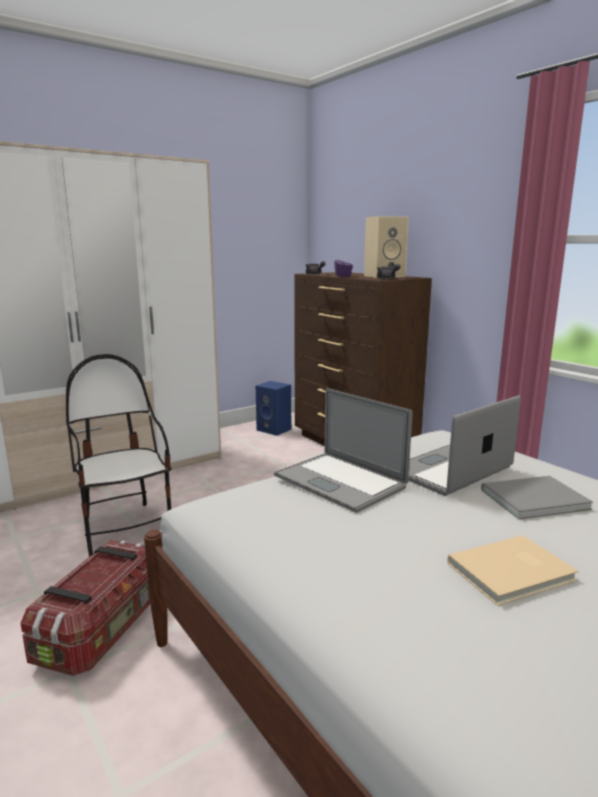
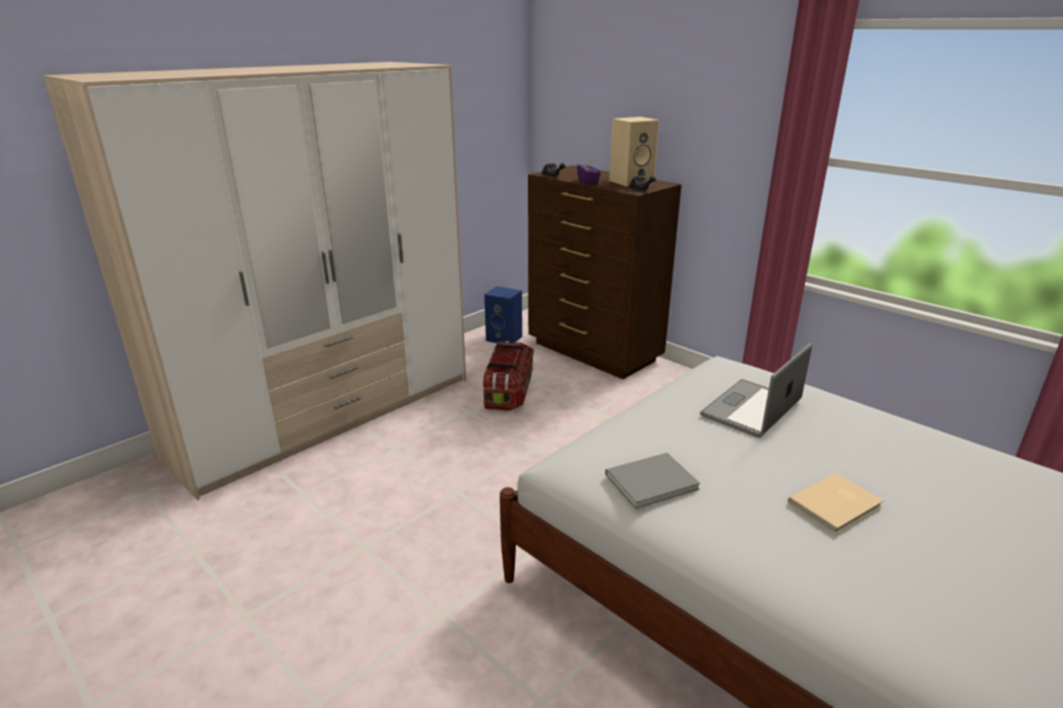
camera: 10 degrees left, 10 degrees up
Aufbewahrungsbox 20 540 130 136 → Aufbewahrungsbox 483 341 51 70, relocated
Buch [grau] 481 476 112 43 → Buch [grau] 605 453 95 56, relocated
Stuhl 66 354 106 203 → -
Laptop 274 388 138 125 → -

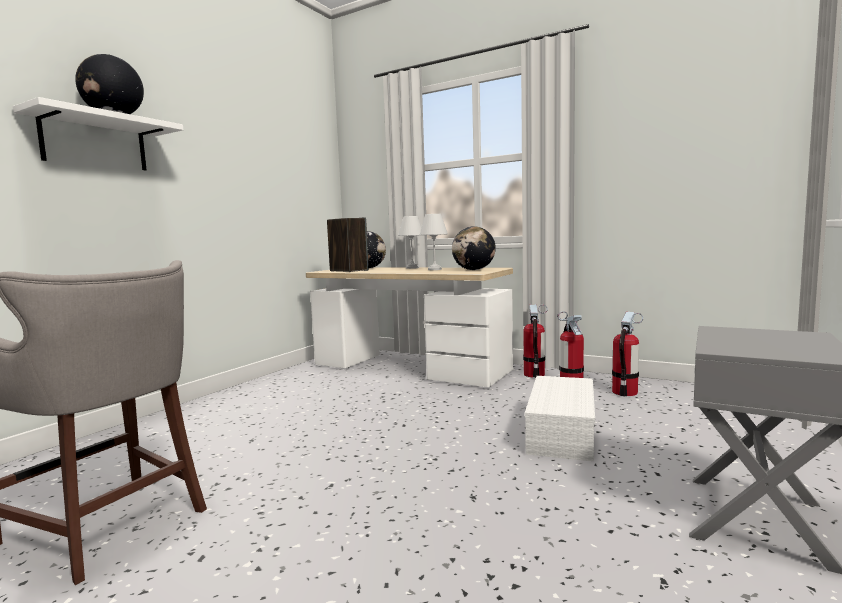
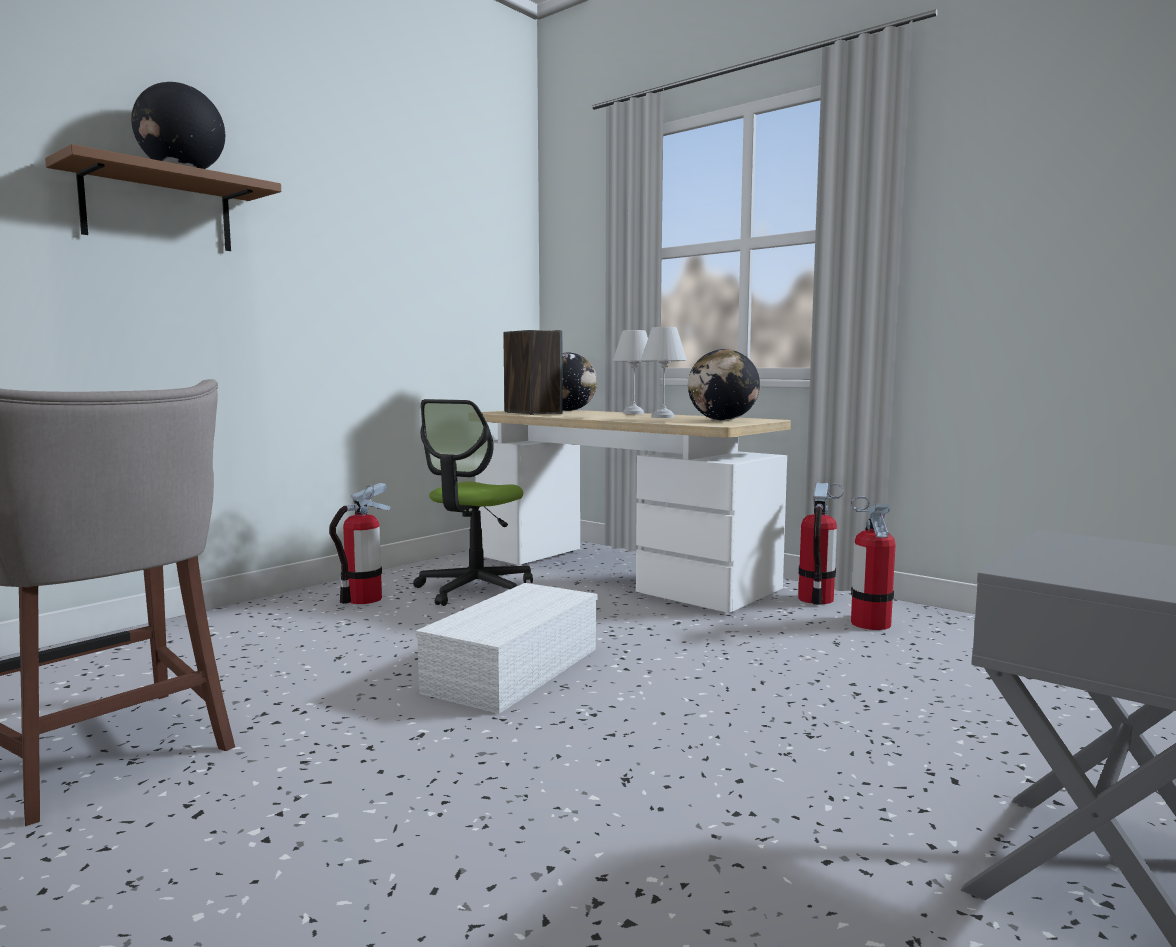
camera: 10 degrees right, 0 degrees up
Wandregal [weiß] 13 97 171 74 → Wandregal [braun] 45 144 236 107
Feuerlöscher 612 312 31 85 → Feuerlöscher 329 483 61 121, relocated
- → Bürostuhl 413 399 120 207
Aufbewahrungsbox [weiß] 525 376 70 85 → Aufbewahrungsbox [weiß] 416 583 182 131, relocated

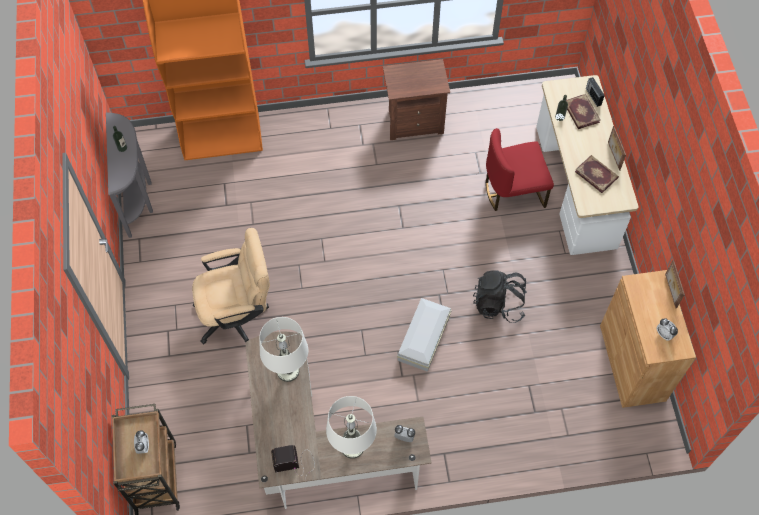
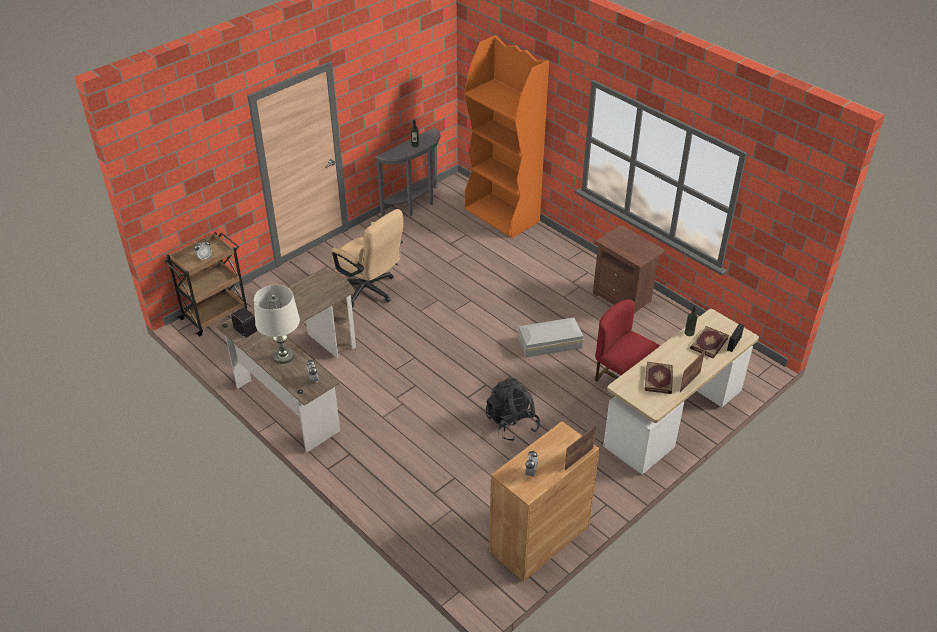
camera: 55 degrees right, 20 degrees down
Aufbewahrungsbox [weiß] 397 298 55 74 → Aufbewahrungsbox [weiß] 518 317 66 41, relocated
Tischlampe [weiß] 259 317 49 65 → -

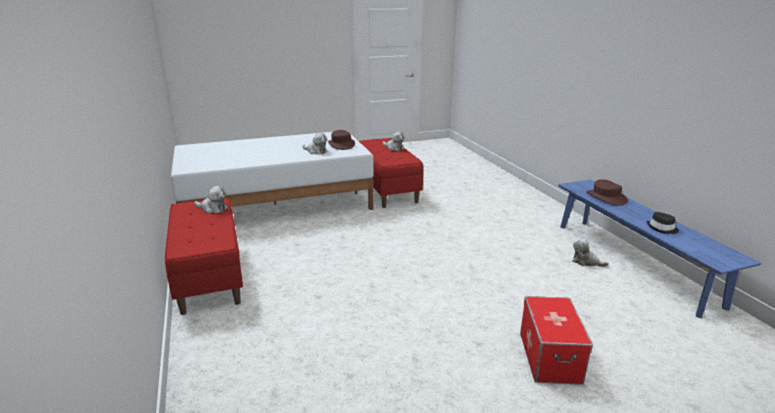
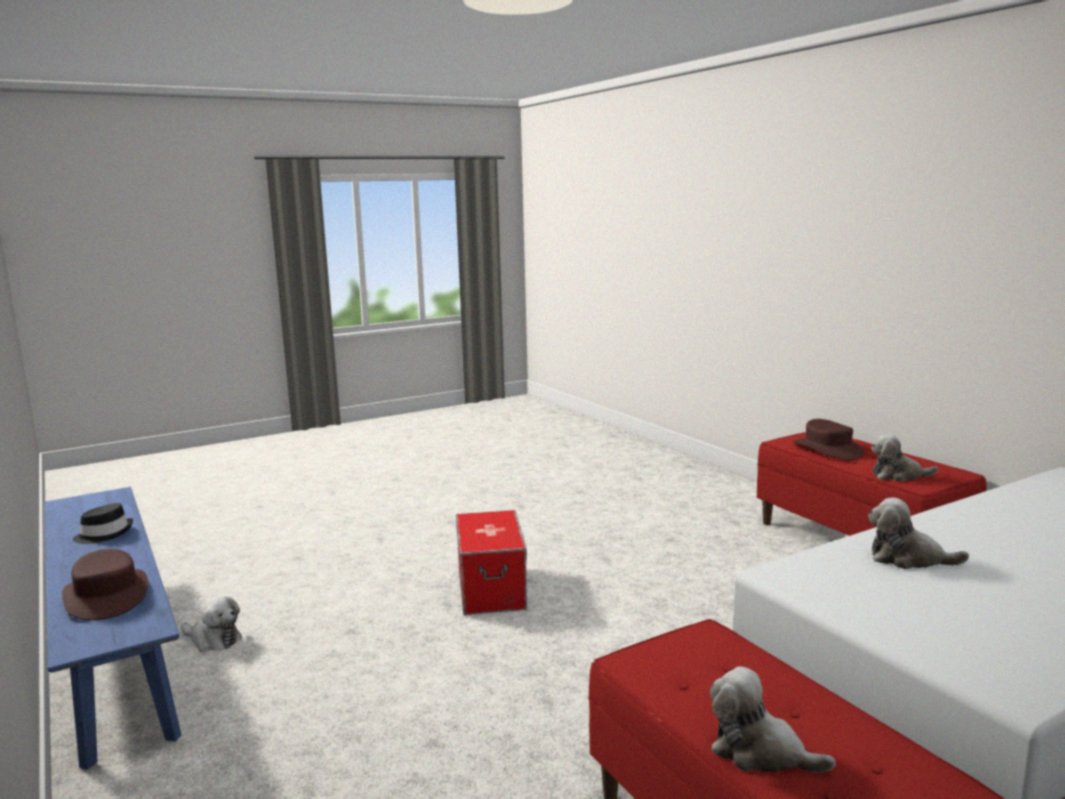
camera: 170 degrees right, 10 degrees down
Aufbewahrungsbox 520 296 73 89 → Aufbewahrungsbox 456 510 71 105, relocated
Hut [braun] 328 130 27 20 → Hut [braun] 793 419 71 41, relocated

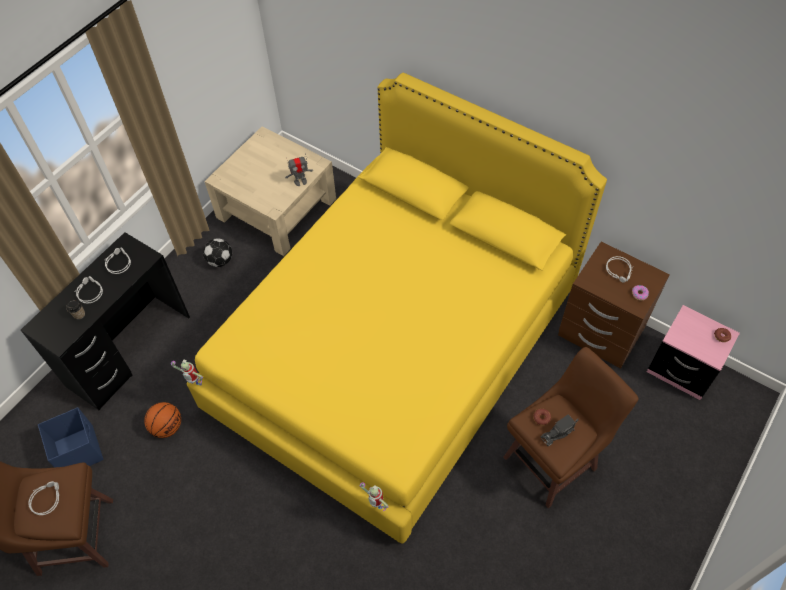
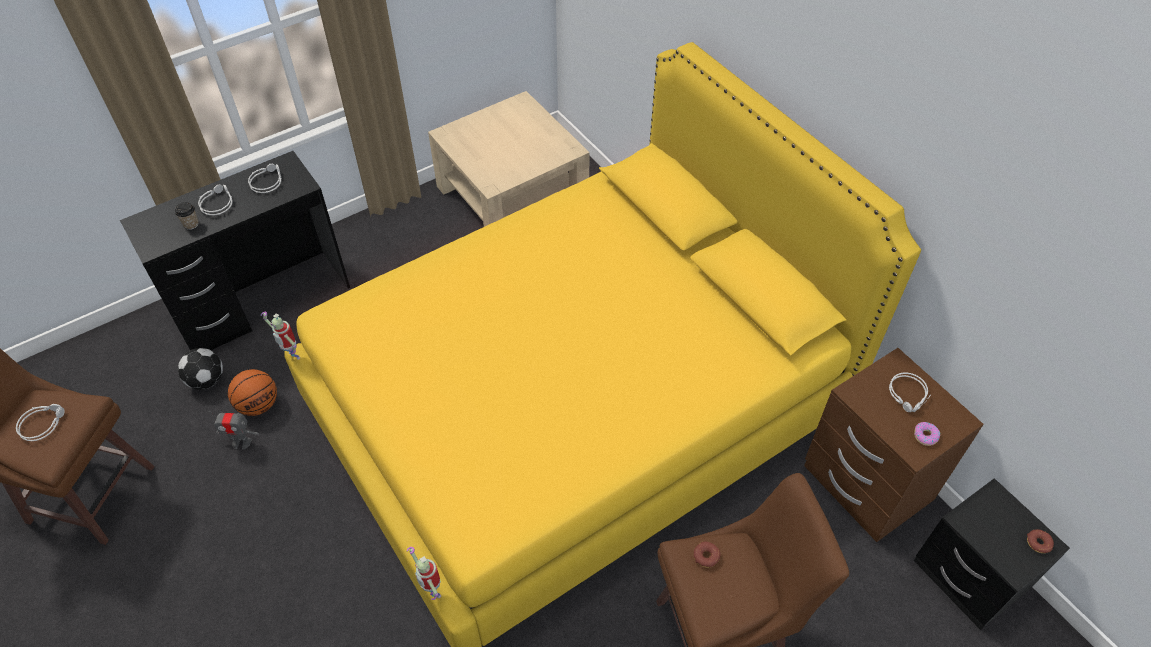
camera: 20 degrees right, 5 degrees down
Fußball 203 238 29 29 → Fußball 178 348 45 42, relocated
Spielzeugroboter 285 153 28 33 → Spielzeugroboter 209 411 50 38, relocated
Nachttisch [rosa] 647 305 93 95 → Nachttisch [schwarz] 914 478 156 152
Aufbewahrungsbox [blau] 38 407 66 60 → -
Spielzeuglaster 540 414 39 32 → -

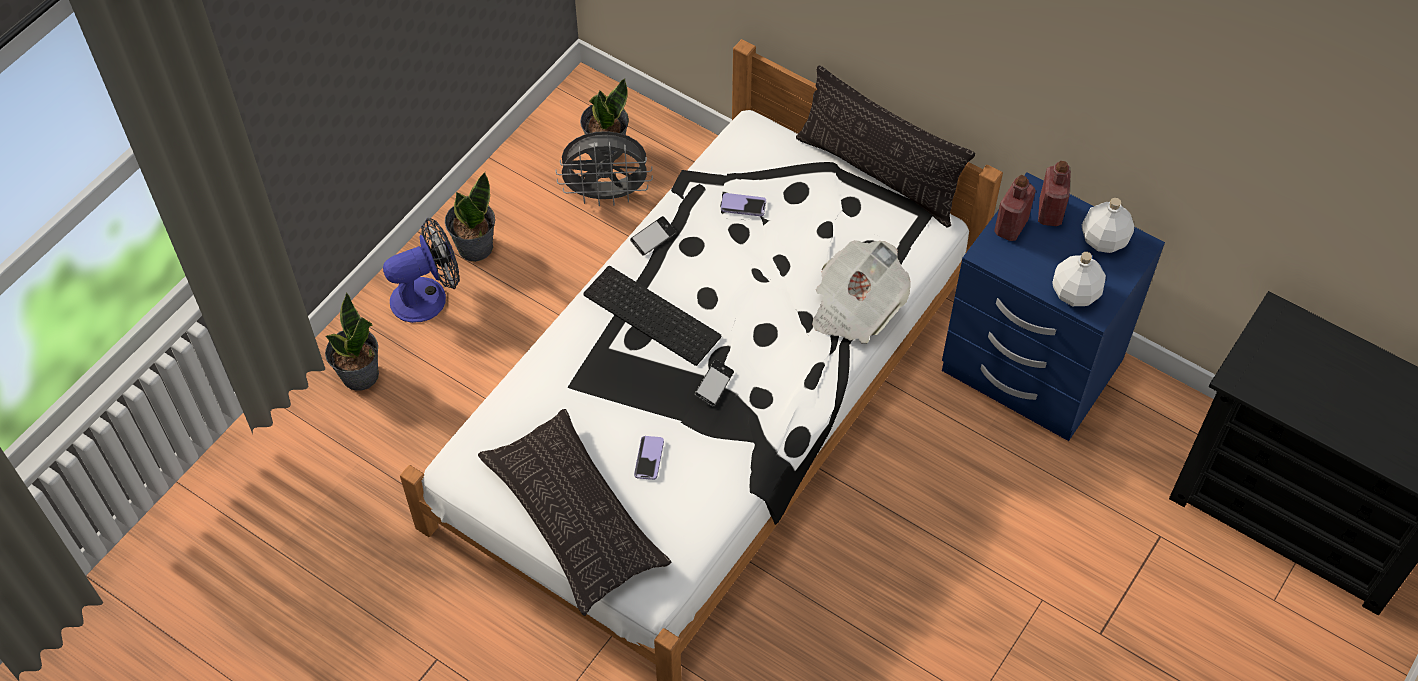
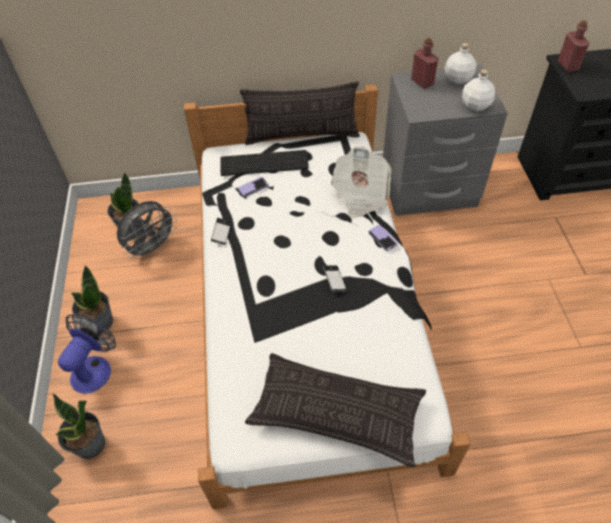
camera: 40 degrees left, 5 degrees down
Tastatur 583 266 138 100 → Tastatur 220 150 89 26, relocated
Handy 634 436 30 44 → Handy 369 225 29 26, relocated
Nachttisch [blau] 942 172 223 269 → Nachttisch [grau] 383 65 125 151
Flasche [rot] 994 175 42 66 → Flasche [rot] 558 21 32 51, relocated

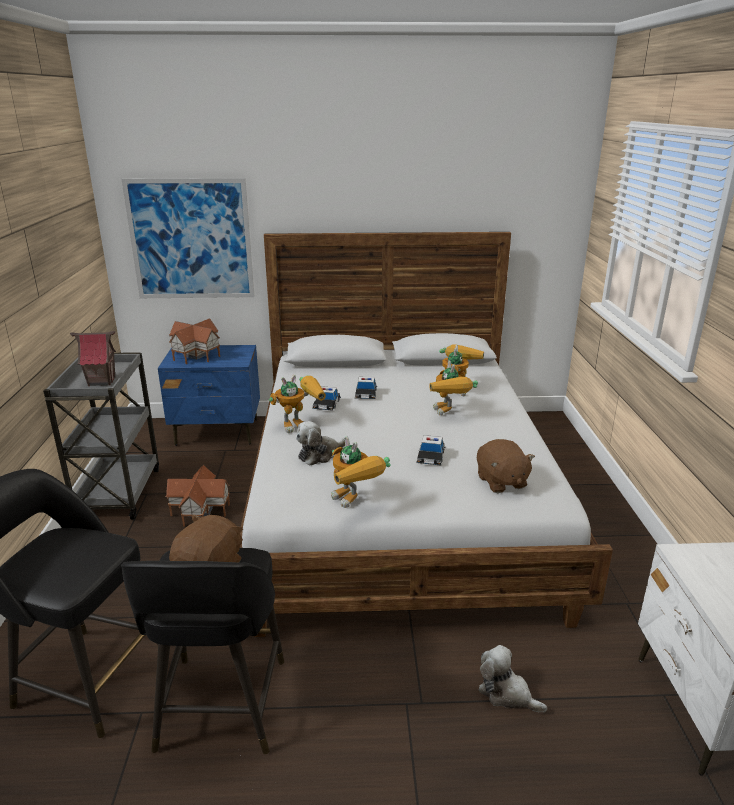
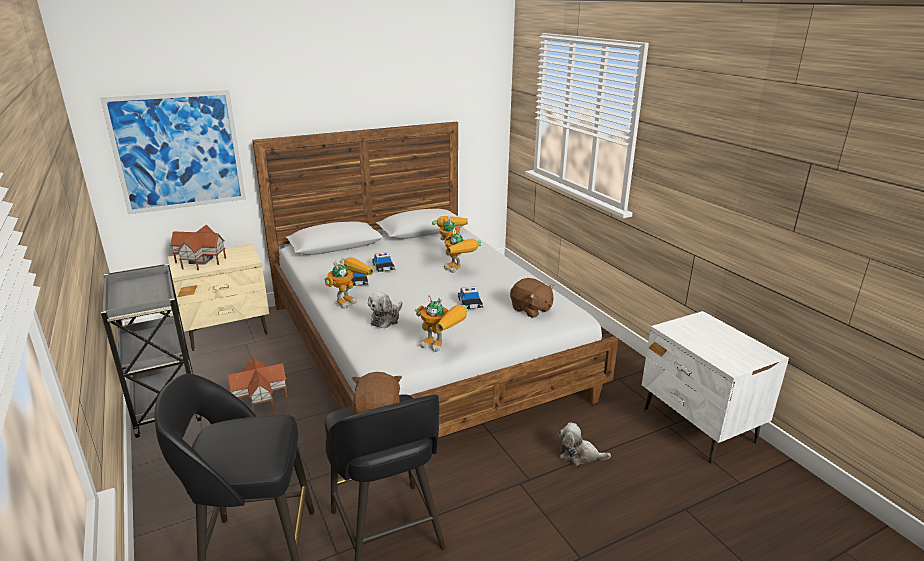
camera: 25 degrees left, 0 degrees up
Nachttisch [blau] 158 345 102 101 → Nachttisch [beige] 168 243 101 108
Spielzeughaus 70 331 46 55 → -

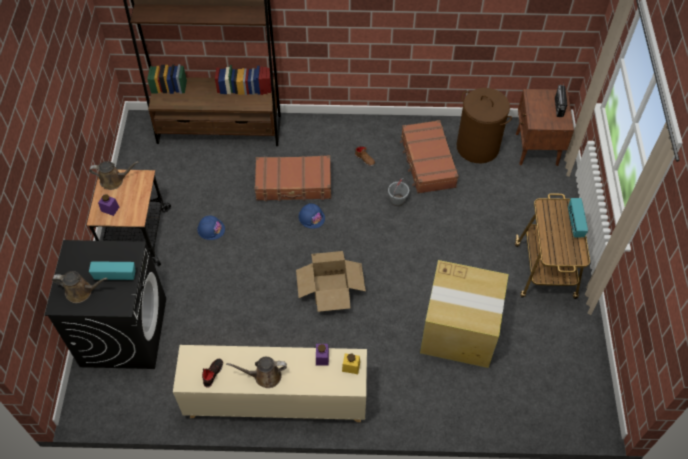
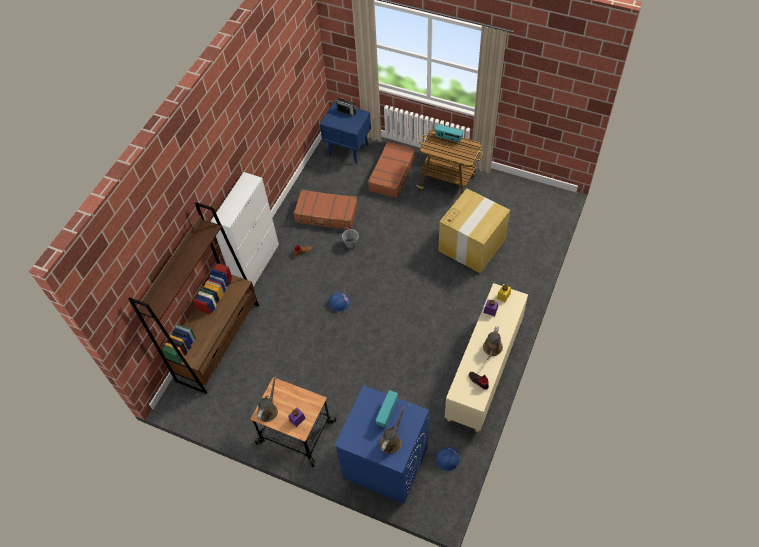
camera: 65 degrees left, 0 degrees up
- → Schrank [weiß] 211 172 68 115
Nachttisch [braun] 516 89 58 77 → Nachttisch [blau] 320 102 51 62
Waschmaschine [schwarz] 45 240 121 129 → Waschmaschine [blau] 334 385 95 118
Koffer [braun] 255 155 76 46 → Koffer [braun] 368 142 48 56, relocated
Schutzhelm [blau] 197 216 28 24 → Schutzhelm [blau] 436 447 24 24, relocated
Karton 296 251 70 61 → -
Wäschekorb [braun] 457 88 55 75 → -

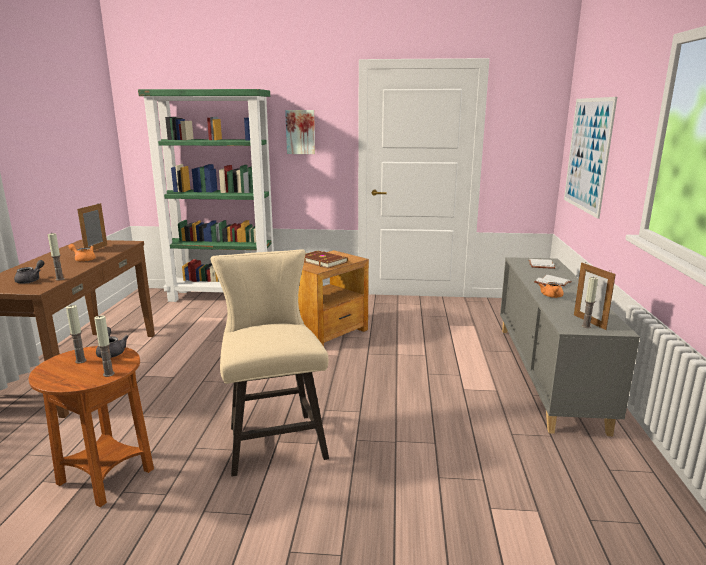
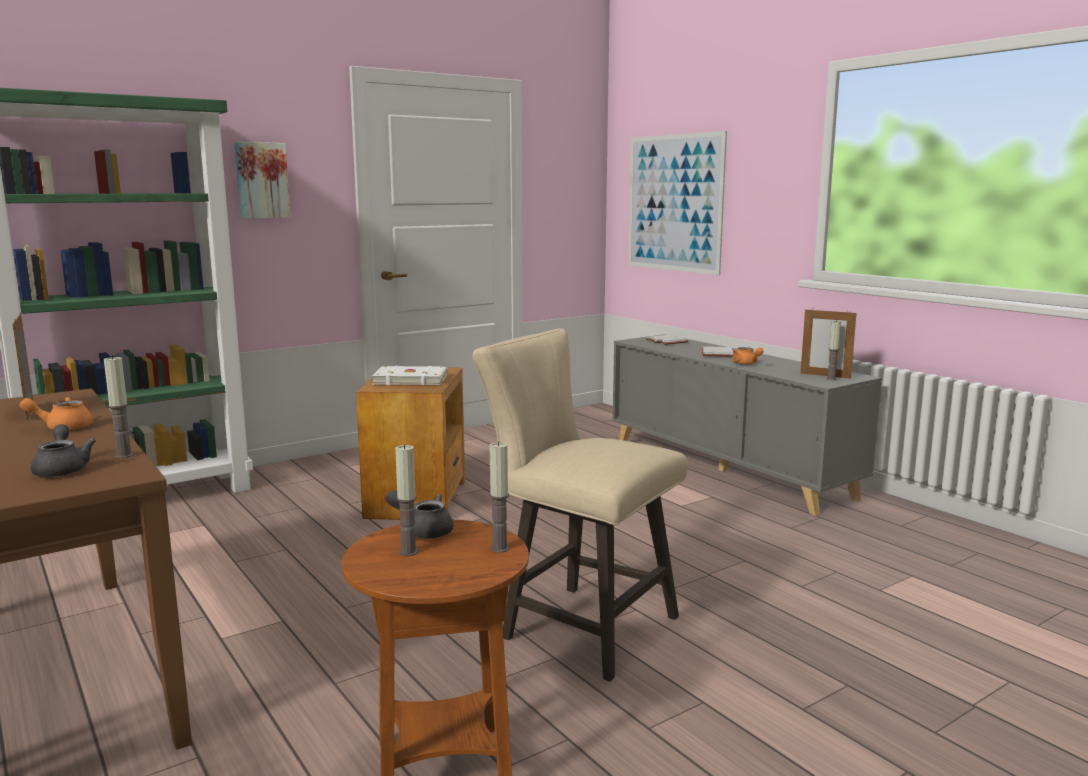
camera: 40 degrees left, 5 degrees down
Buch [braun] 304 251 44 17 → Buch [weiß] 372 366 75 19

